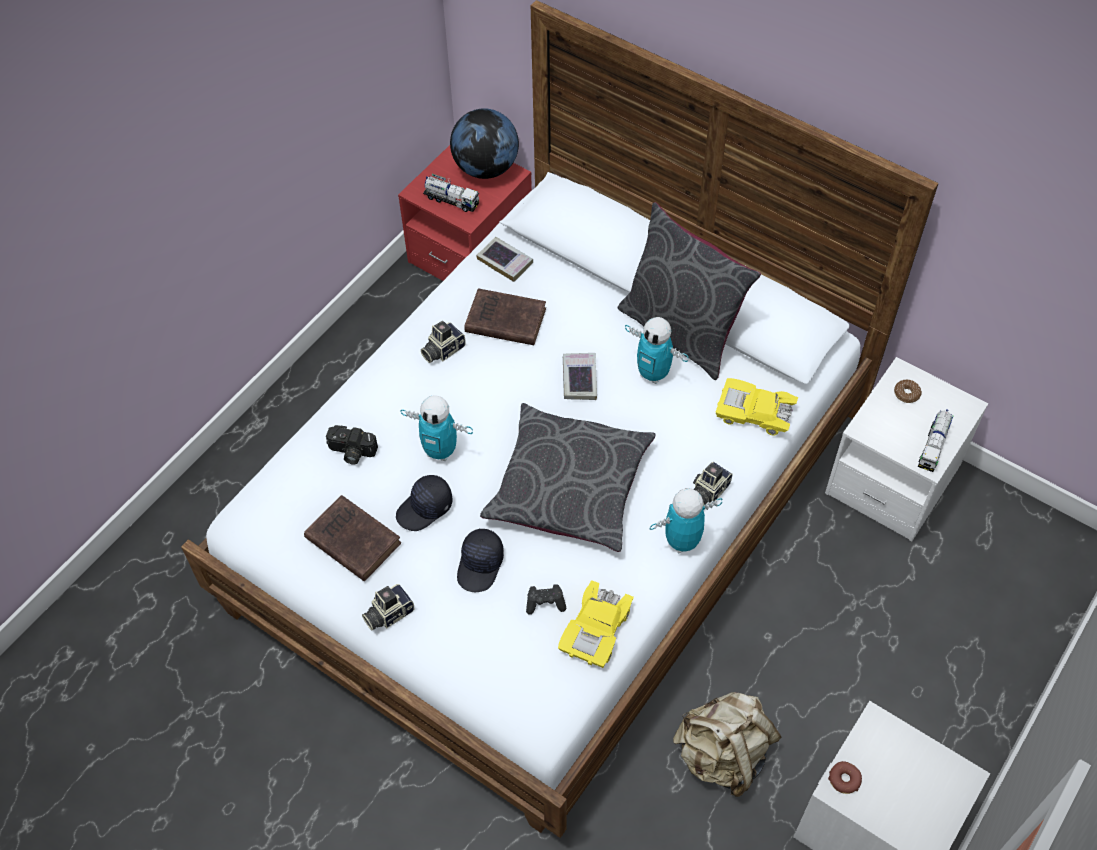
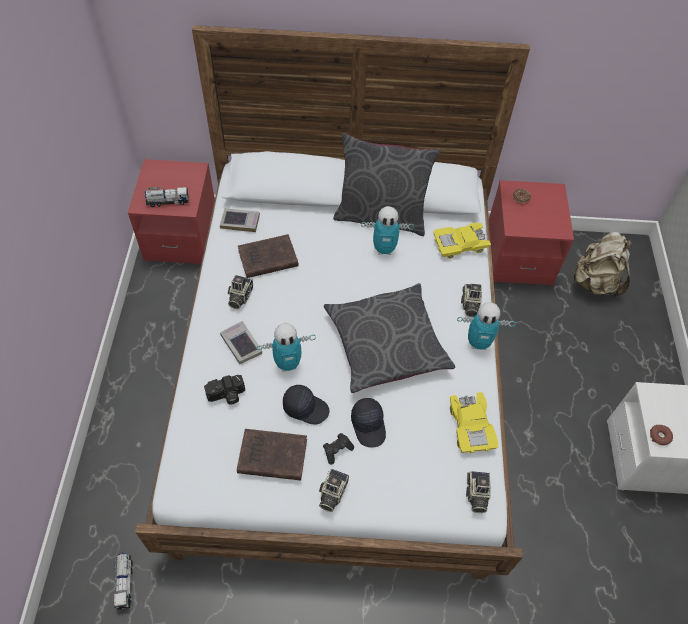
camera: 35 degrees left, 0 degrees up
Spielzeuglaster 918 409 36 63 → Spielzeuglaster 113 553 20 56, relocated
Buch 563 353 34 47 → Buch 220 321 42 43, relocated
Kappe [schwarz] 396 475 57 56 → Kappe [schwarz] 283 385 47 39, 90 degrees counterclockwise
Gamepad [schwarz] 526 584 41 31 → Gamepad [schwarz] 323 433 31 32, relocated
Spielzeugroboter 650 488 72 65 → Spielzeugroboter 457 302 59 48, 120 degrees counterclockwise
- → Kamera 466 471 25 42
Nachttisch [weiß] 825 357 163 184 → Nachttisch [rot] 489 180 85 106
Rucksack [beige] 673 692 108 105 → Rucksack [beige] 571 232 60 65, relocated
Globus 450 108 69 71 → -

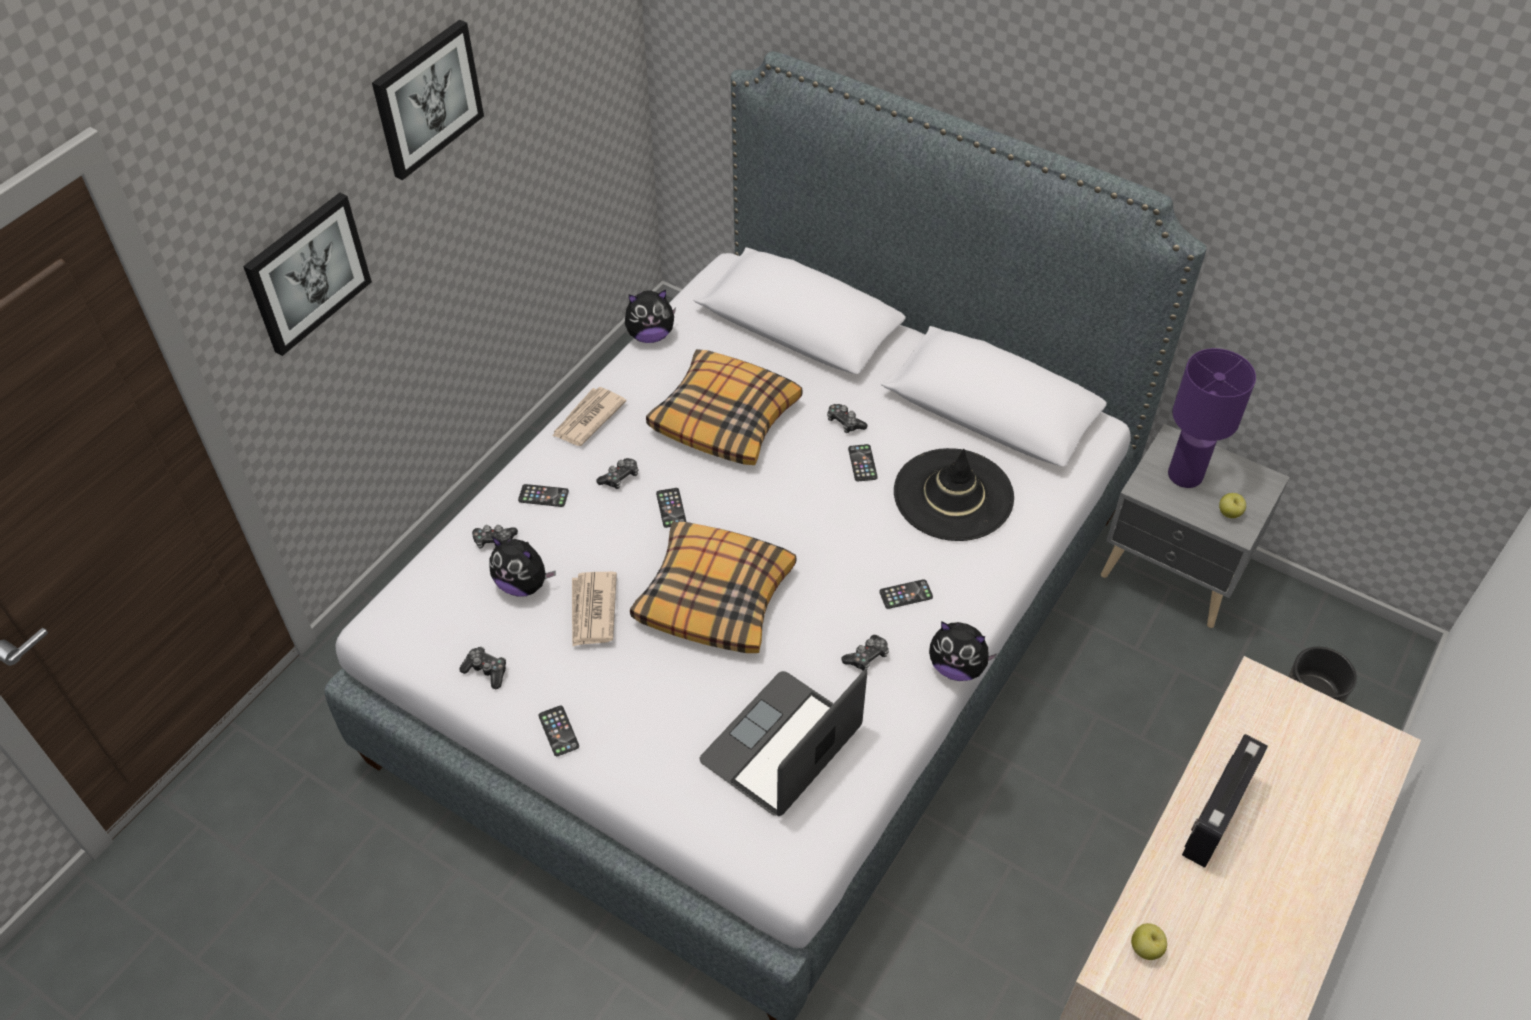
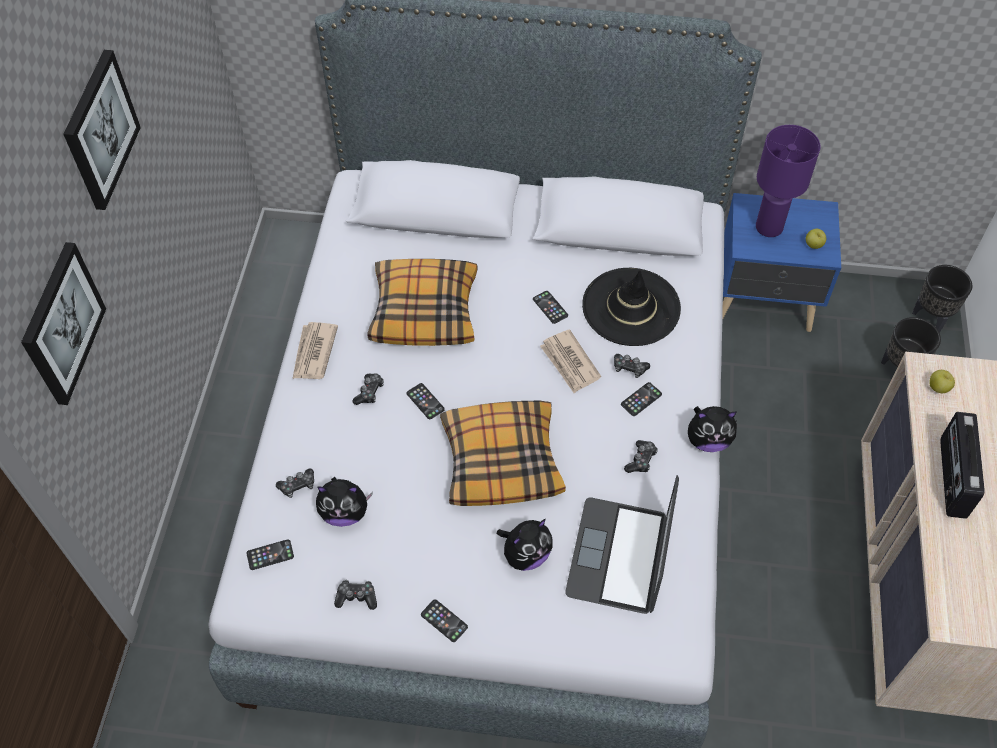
camera: 25 degrees left, 5 degrees up
Handy 518 484 51 23 → Handy 246 539 48 31, relocated
Plüschtier 625 290 51 53 → Plüschtier 497 519 56 52, relocated
Zeitung 572 572 45 75 → Zeitung 540 329 61 64, relocated
Gamepad 827 404 41 29 → Gamepad 614 354 36 24, relocated
Nachttisch [grau] 1101 424 188 204 → Nachttisch [blau] 722 193 119 139
- → Pflanzkübel [schwarz] 912 265 60 68
Apfel 1131 923 36 37 → Apfel 929 370 26 23, relocated

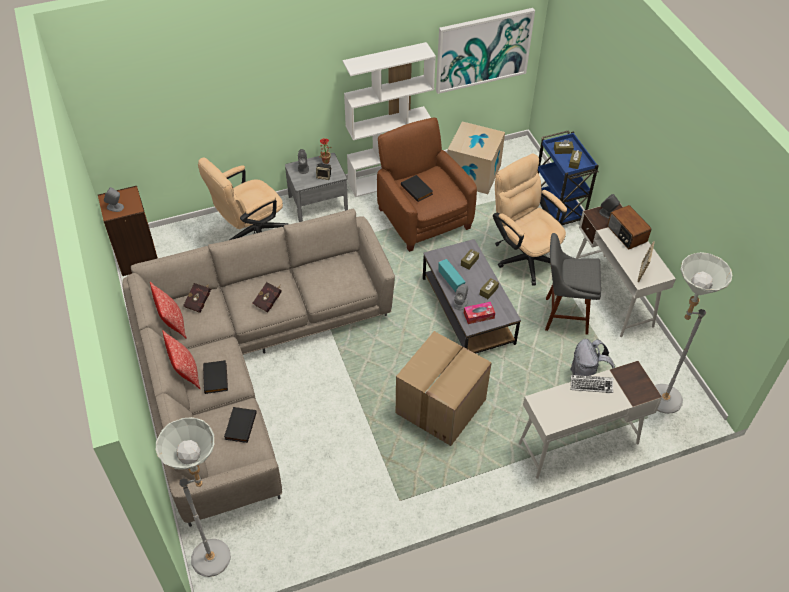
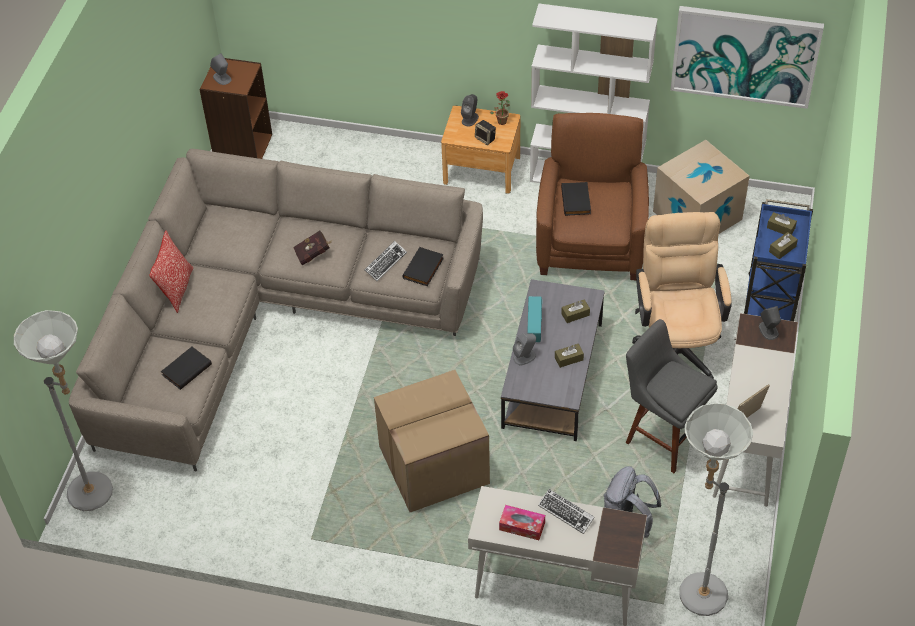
camera: 35 degrees right, 0 degrees up
- → Tastatur 365 241 42 40
Buch [schwarz] 203 360 25 34 → Buch [schwarz] 403 247 41 39, relocated
Nachttisch [grau] 285 153 63 69 → Nachttisch [braun] 441 106 79 88
Taschentuchbox 464 302 31 22 → Taschentuchbox 499 505 46 35, relocated
Kissen 150 282 37 57 → -
Buch [rot] 183 283 28 30 → -
Bürostuhl [beige] 198 158 90 82 → -
Radio 607 205 44 44 → -

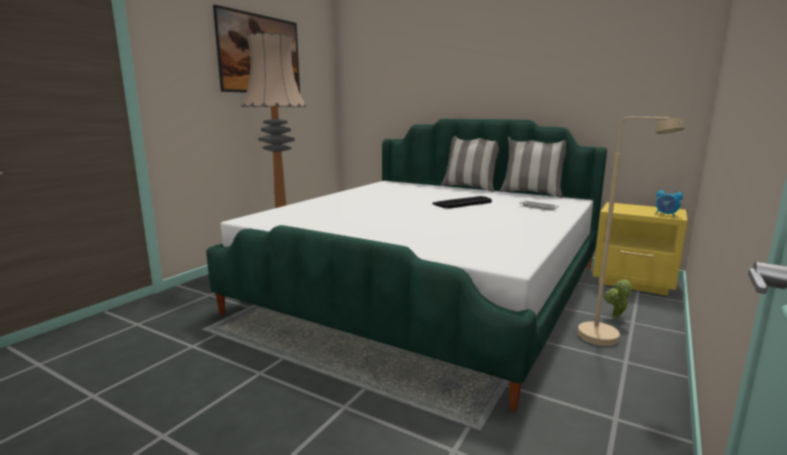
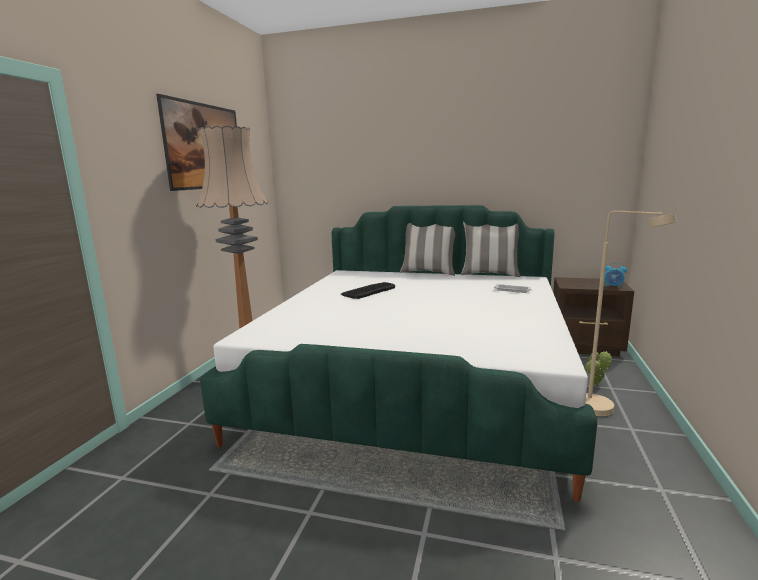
camera: 15 degrees left, 0 degrees up
Tastatur 432 196 60 13 → Tastatur 341 282 54 17, relocated
Nachttisch [gelb] 593 202 95 94 → Nachttisch [braun] 553 277 81 80

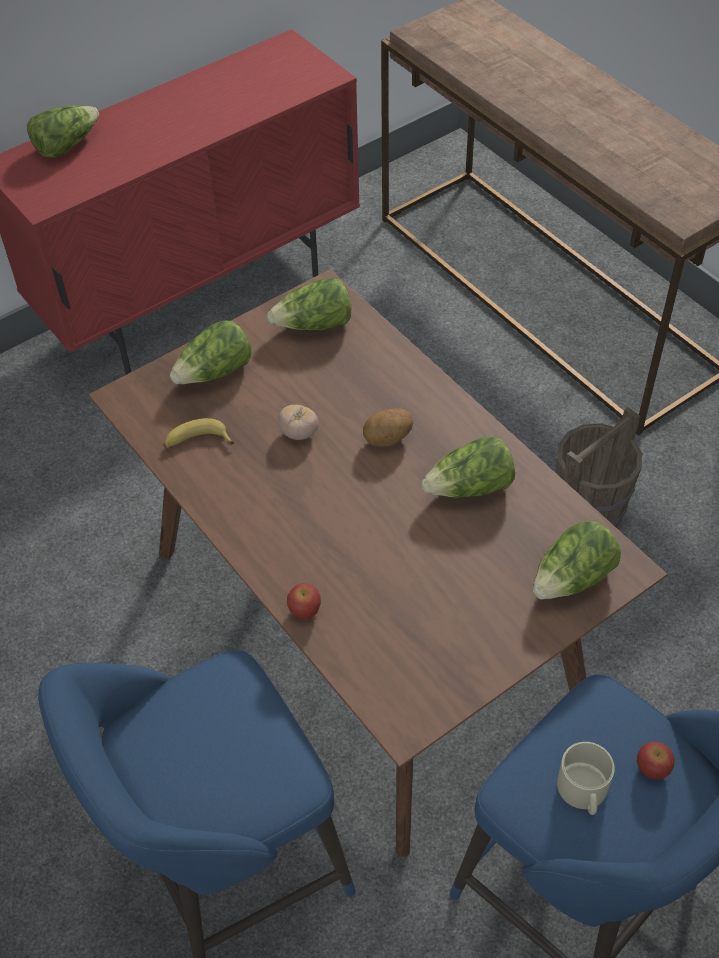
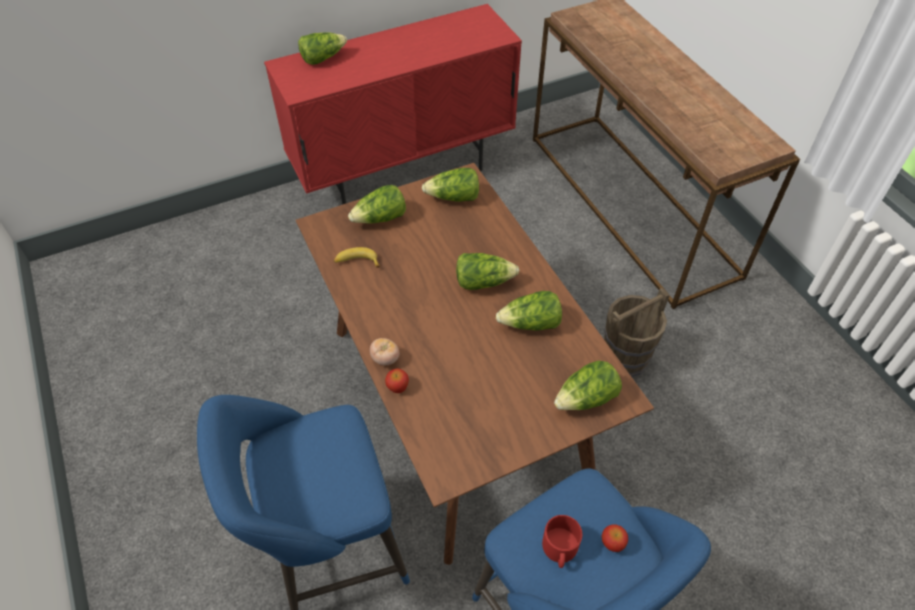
camera: 10 degrees right, 0 degrees up
Tomate 278 405 41 35 → Tomate 370 338 30 27, relocated
Kartoffel 363 409 50 37 → Salatkopf 456 253 63 37
Henkelbecher [beige] 557 742 58 73 → Henkelbecher [rot] 542 515 40 53

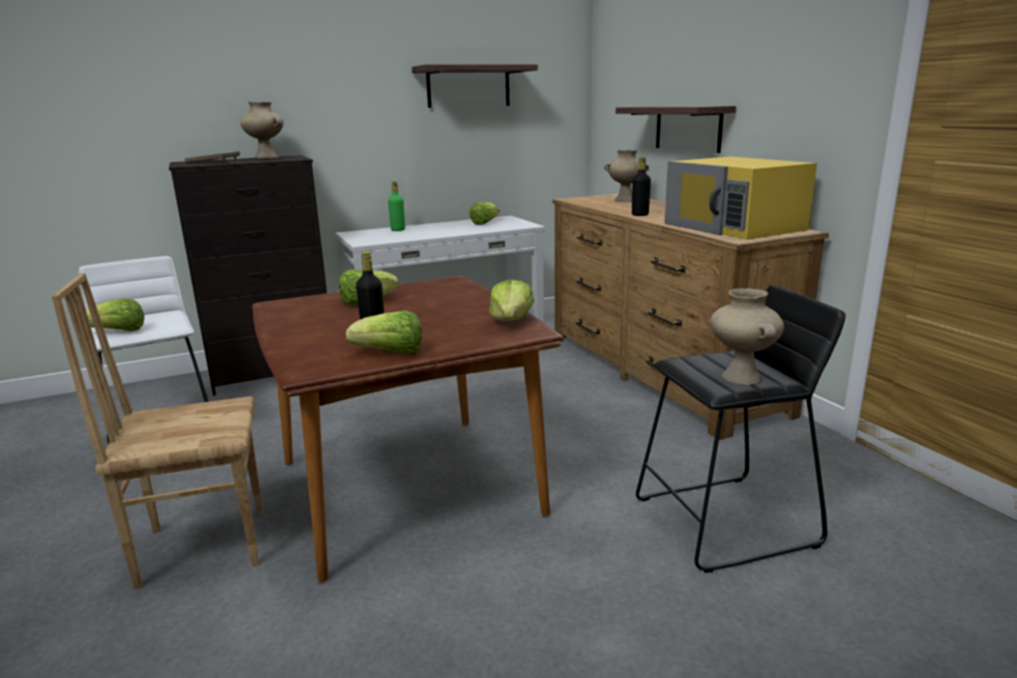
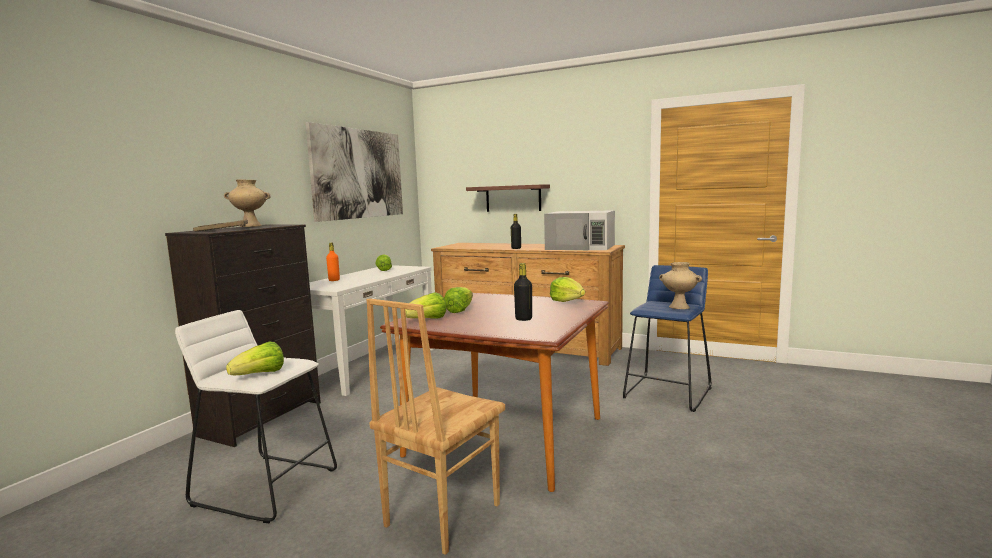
camera: 40 degrees left, 10 degrees down
Wandregal 412 64 126 44 → Bild 305 122 98 100
Flasche [grün] 388 181 17 50 → Flasche [orange] 326 243 14 38
Salatkopf 346 310 76 44 → Salatkopf 405 292 41 27, relocated
Mikrowelle [gelb] 664 157 153 83 → Mikrowelle [weiß] 544 210 71 40
Hocker [schwarz] 636 285 210 288 → Hocker [blau] 623 265 88 147
Vase [beige] 604 150 45 52 → -

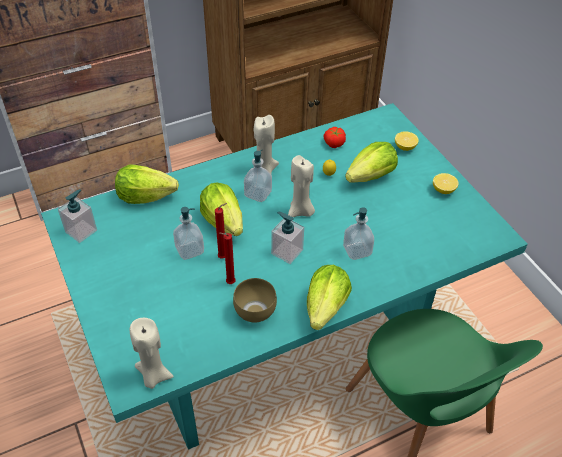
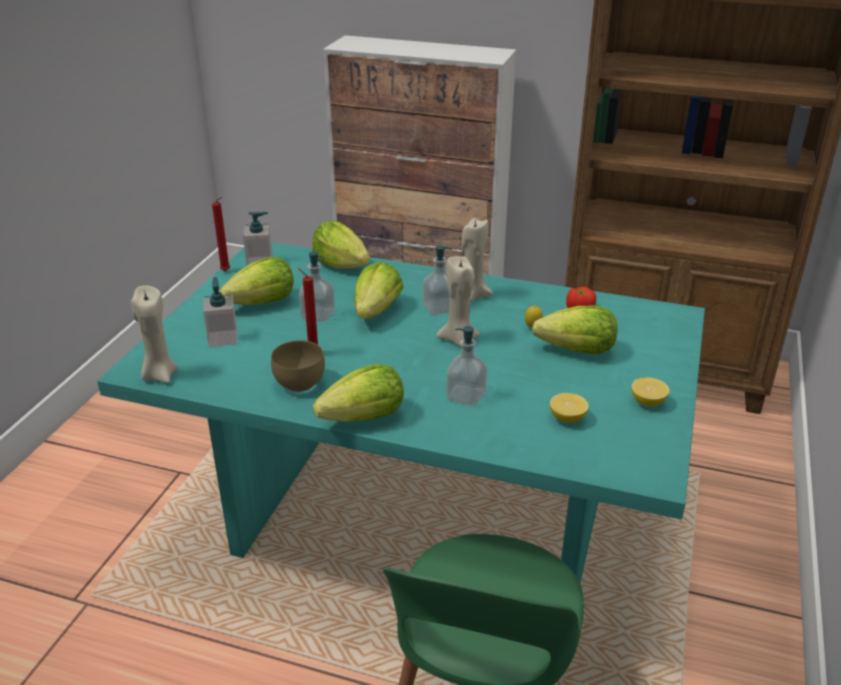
camera: 45 degrees right, 15 degrees down
Seifenspender 271 211 33 53 → Seifenspender 203 277 35 71, relocated
Kerze [rot] 215 203 12 56 → Kerze [rot] 212 197 18 74, relocated
- → Salatkopf 219 257 75 48
Zitrone 395 131 24 20 → Zitrone 550 393 39 30, relocated

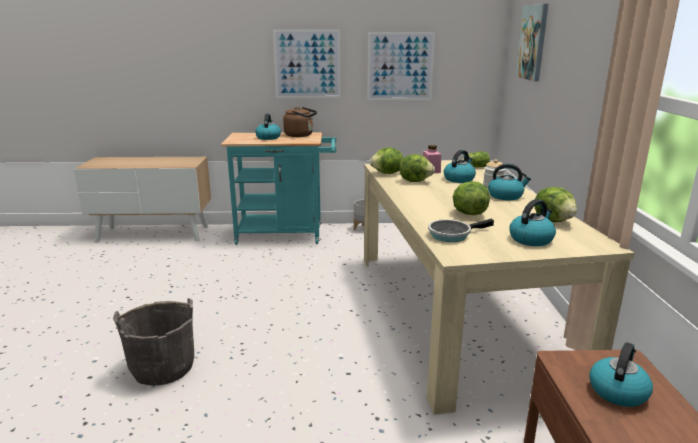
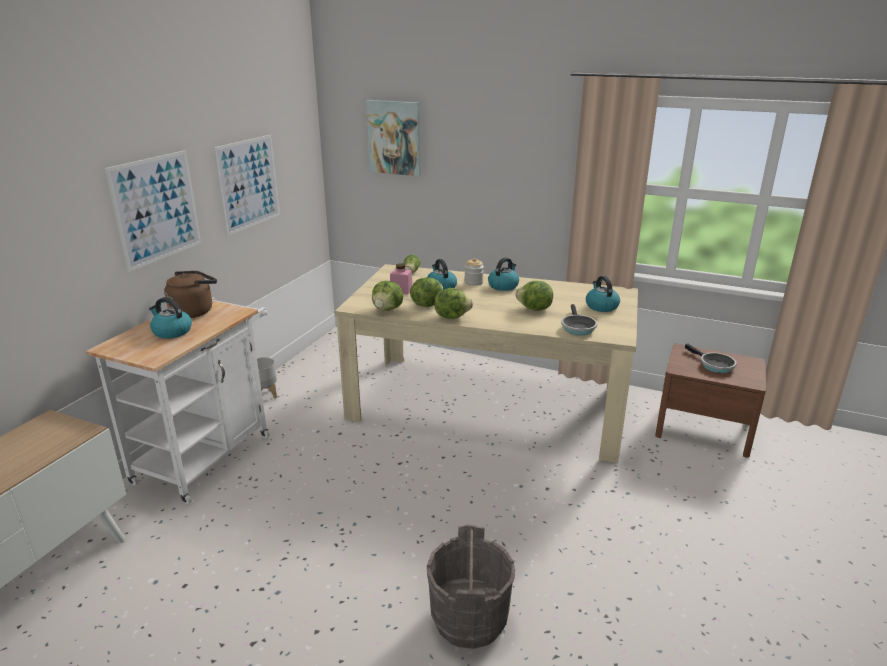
camera: 65 degrees left, 5 degrees up
Rollwagen [türkis] 221 132 115 113 → Rollwagen [weiß] 86 297 183 207
Salatkopf 535 187 42 35 → Salatkopf 434 288 39 31, relocated
Wasserkessel 589 342 64 65 → Pfanne 685 344 52 29

